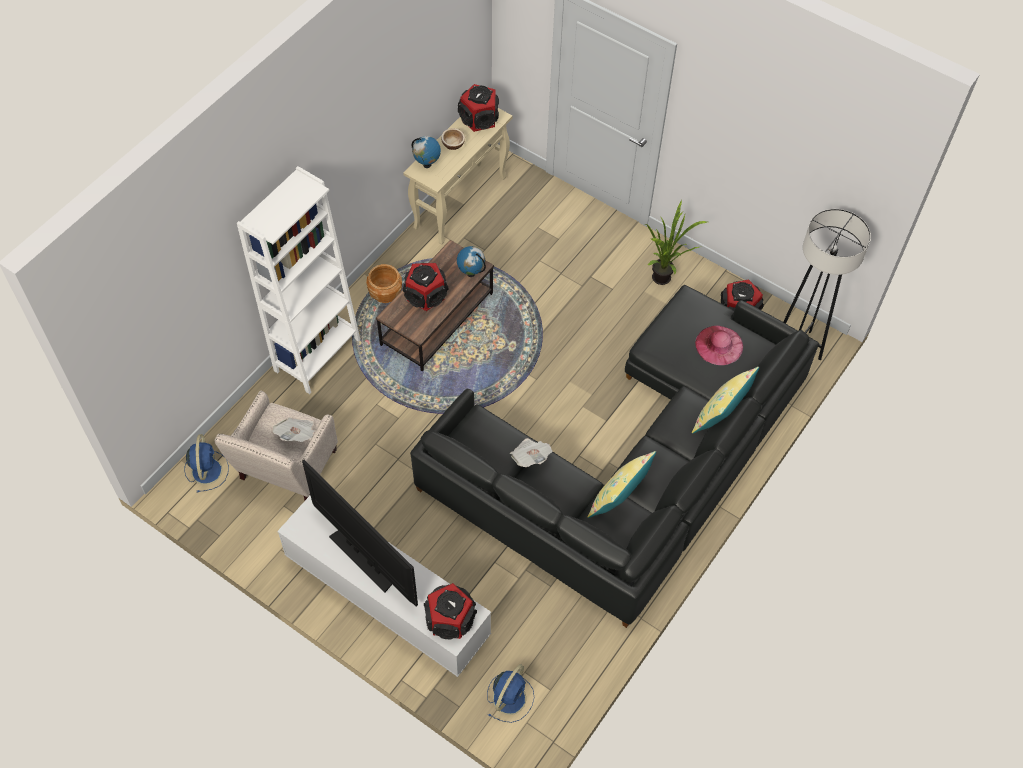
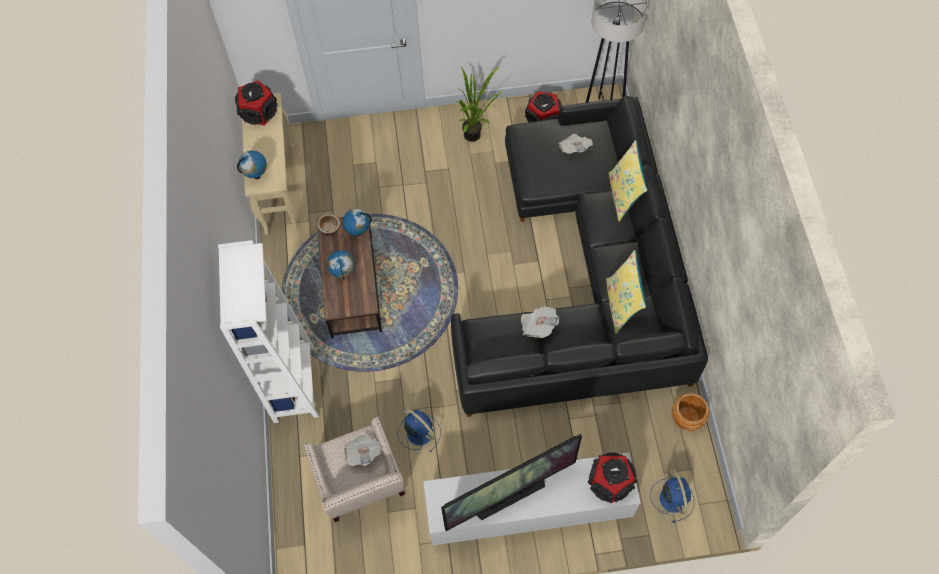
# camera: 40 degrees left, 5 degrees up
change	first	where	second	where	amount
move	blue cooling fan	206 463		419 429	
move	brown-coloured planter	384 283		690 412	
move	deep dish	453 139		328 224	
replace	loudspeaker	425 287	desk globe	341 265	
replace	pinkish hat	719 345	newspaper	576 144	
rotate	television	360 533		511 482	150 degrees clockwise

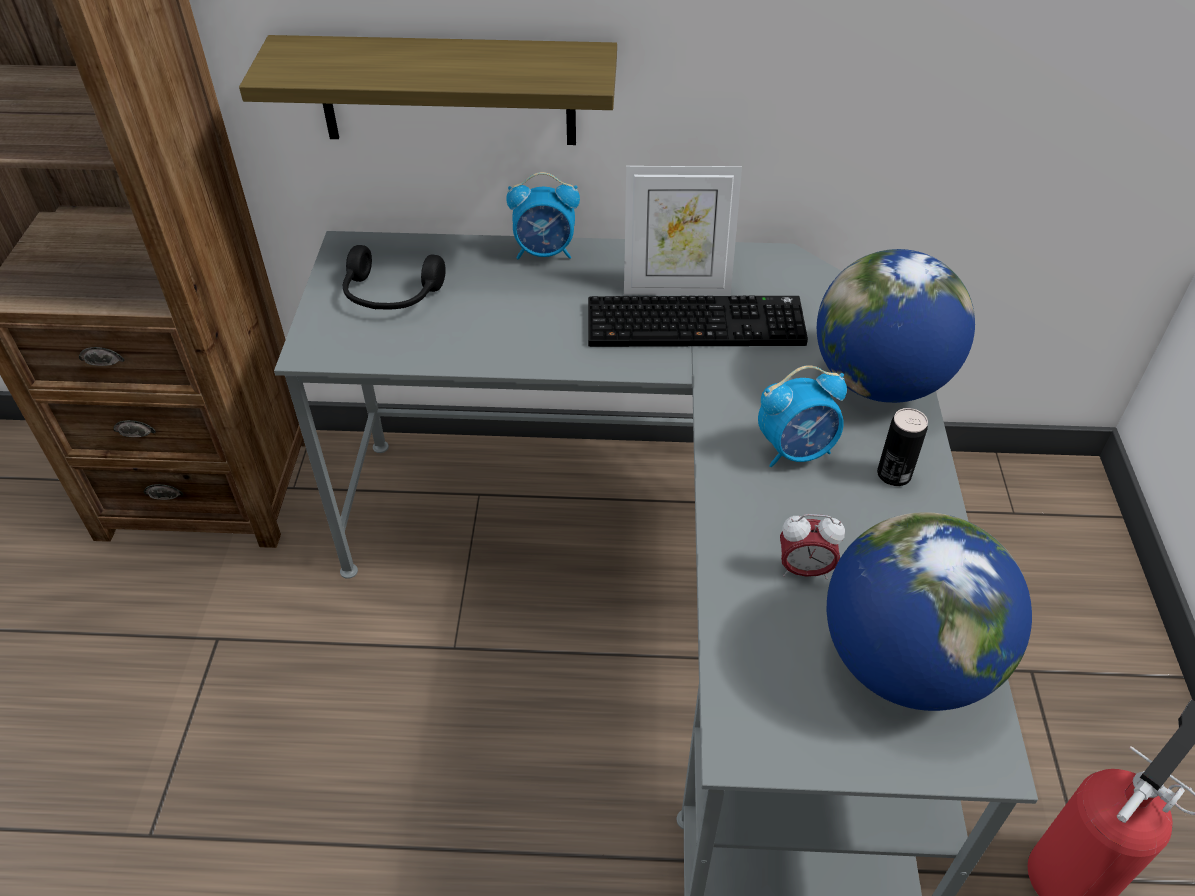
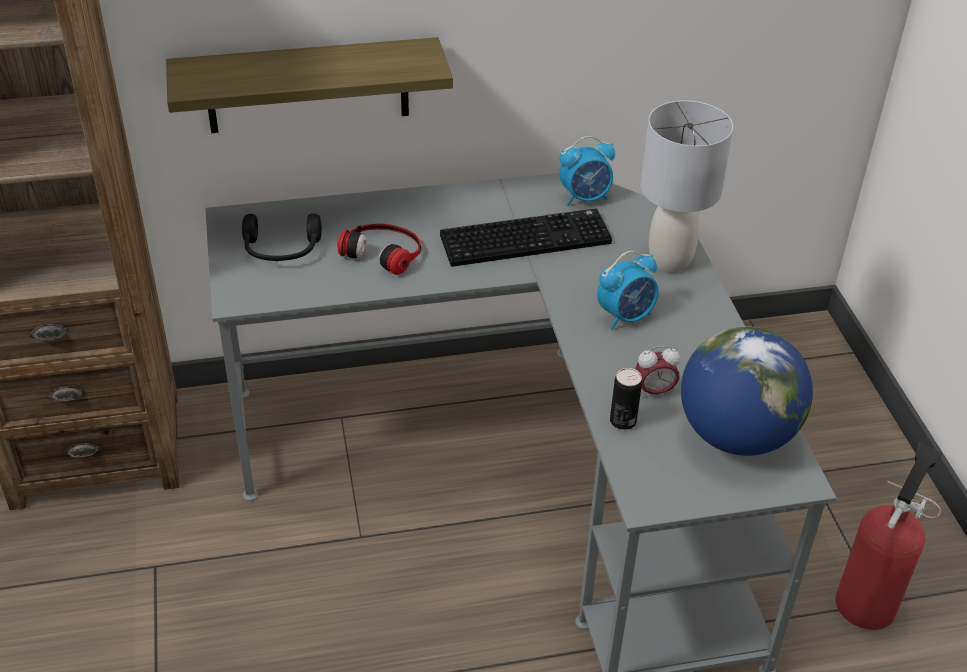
# camera: 15 degrees left, 5 degrees down
change	first	where	second	where	amount
delete	photo frame	683 231			
insert			headset	379 249	
move	bedside clock	543 215		587 171	
move	can	902 447		626 399	
replace	desk globe	896 326	greyish table lamp	686 186	

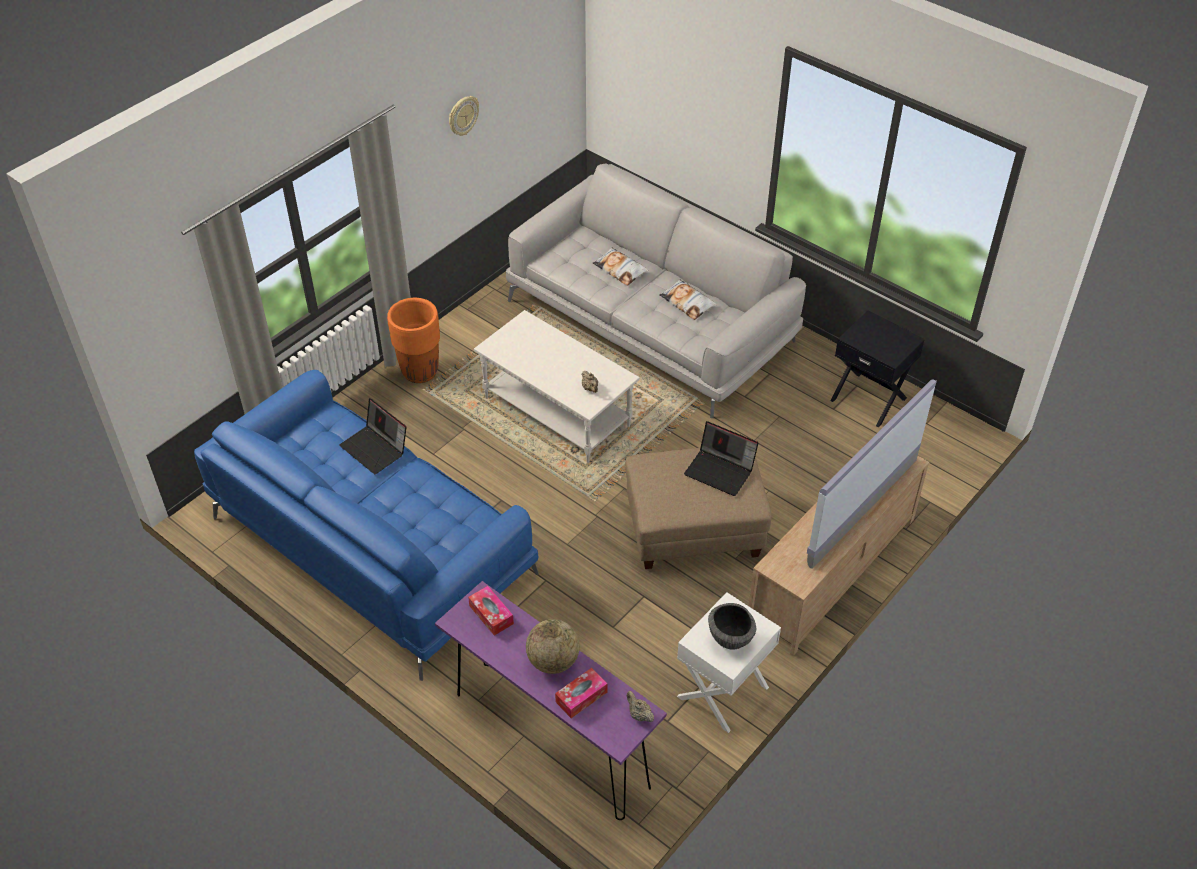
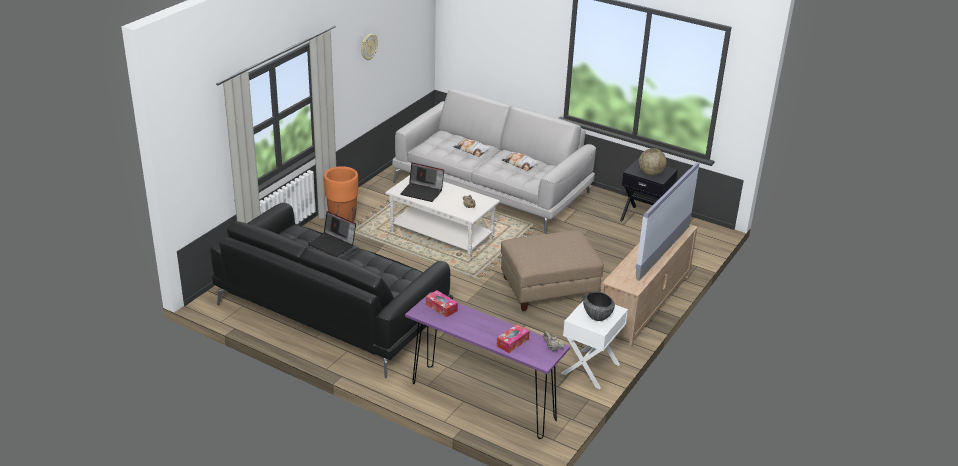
# camera: 10 degrees left, 15 degrees down
change	first	where	second	where	amount
move	desk globe	553 646		653 162	
move	portable computer	721 458		422 182	
recolor	blue settee	366 525	blackish settee	331 290	

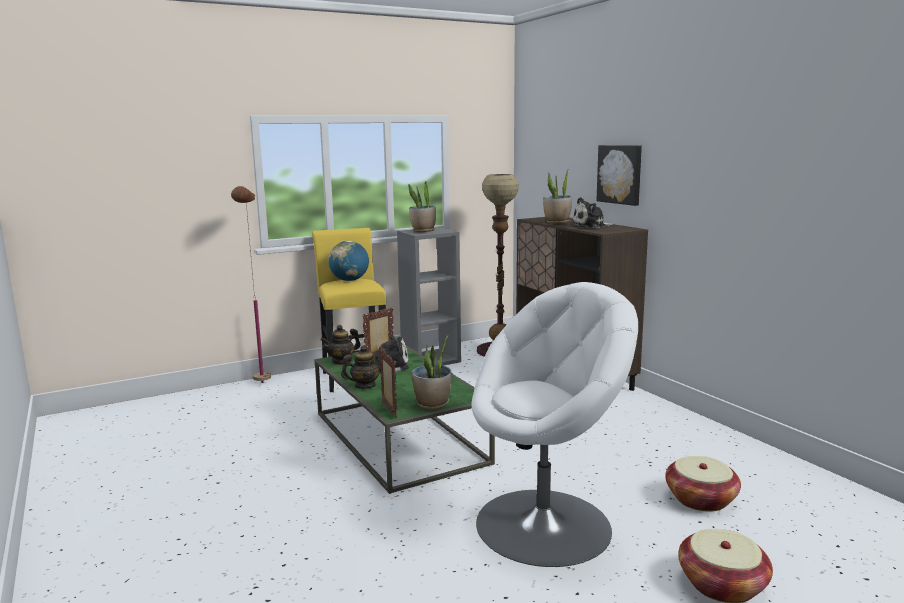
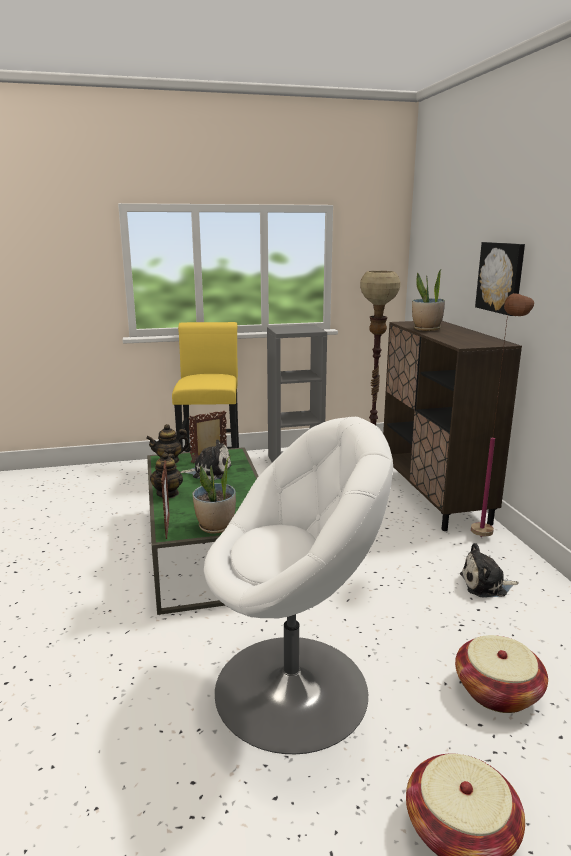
# camera: 15 degrees right, 5 degrees up
change	first	where	second	where	amount
delete	desk globe	348 261			
delete	potted plant	422 207			
move	brown-coloured floor lamp	251 284		502 415	
move	plush toy	592 212		489 570	
rotate	teapot	361 367		166 475	105 degrees clockwise

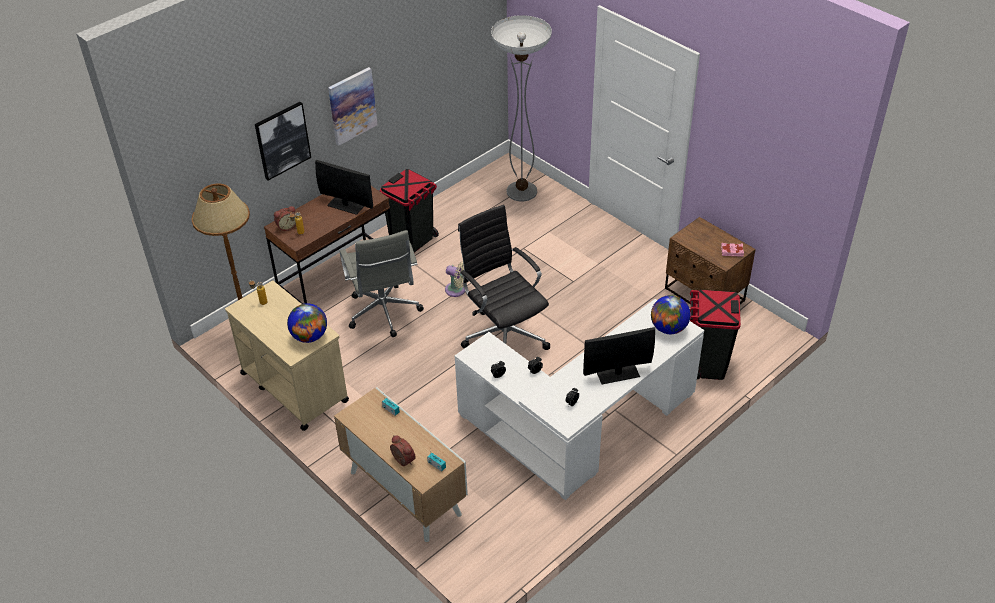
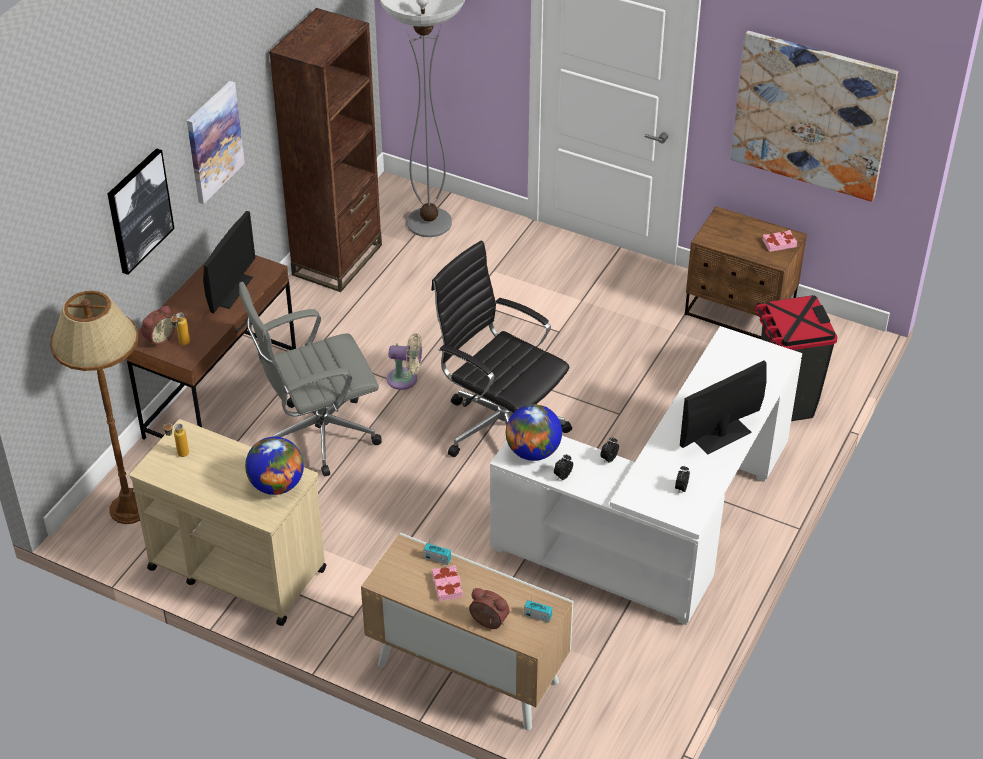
# camera: 20 degrees left, 0 degrees up
change	first	where	second	where	amount
delete	blackish waste bin	409 211			
insert			brown-coloured shelving unit	325 150	
insert			pinkish volume	447 583	
insert			wall art	814 116	
move	desk globe	671 314		534 432	
rotate	computer screen	344 187		229 262	105 degrees clockwise
rotate	greyish desk chair	382 283		310 379	105 degrees clockwise

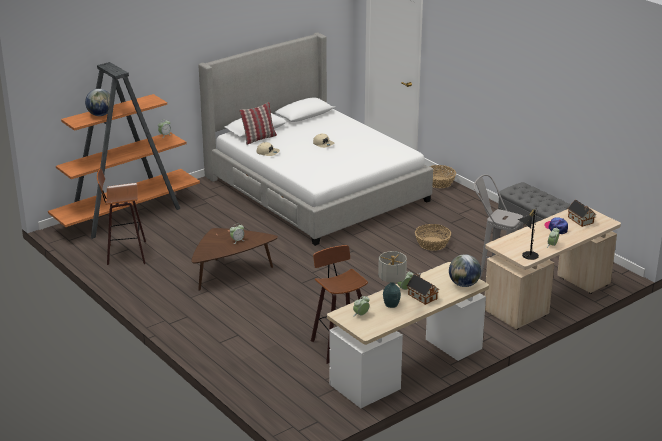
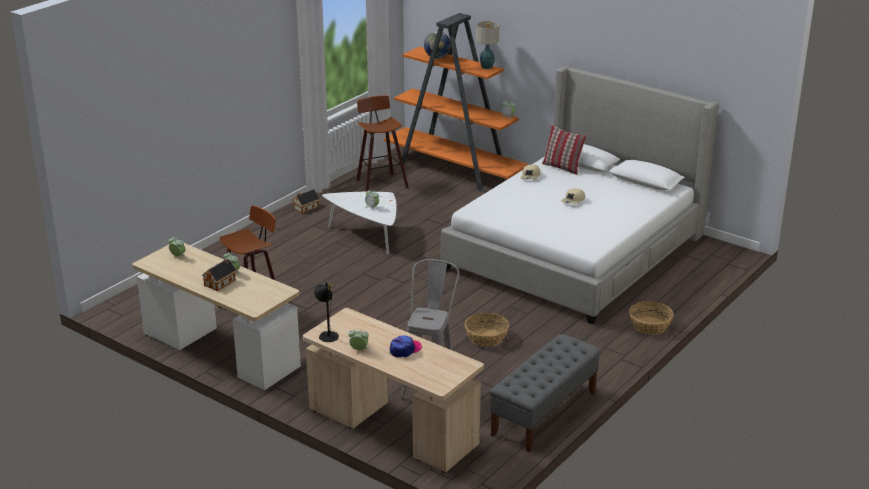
# camera: 75 degrees right, 0 degrees up
change	first	where	second	where	amount
delete	desk globe	465 270			
move	table lamp	392 279		487 45	
move	toy house	582 213		305 201	
recolor	brown-coloured low table	234 259	whitish low table	359 223	

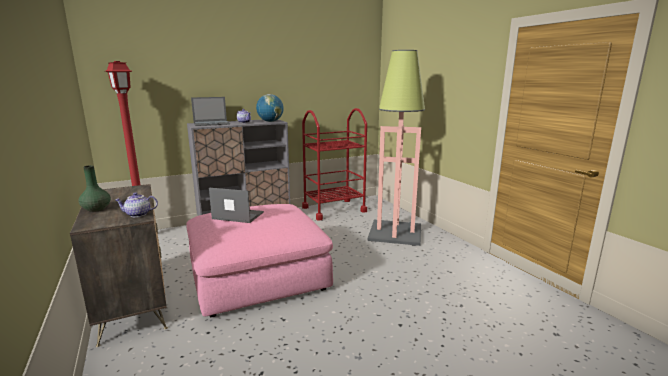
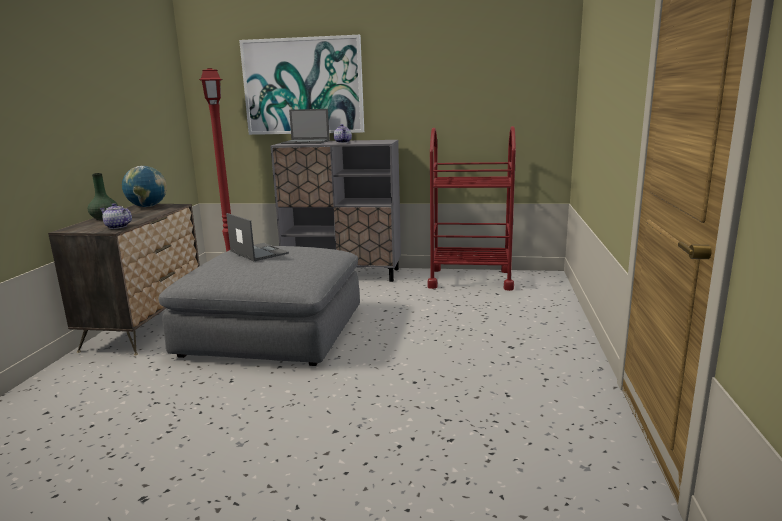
# camera: 35 degrees right, 0 degrees up
change	first	where	second	where	amount
delete	floor lamp	396 148			
insert			wall art	301 85	
move	desk globe	270 108		144 186	
recolor	pinkish pouffe	259 261	greyish pouffe	259 306	

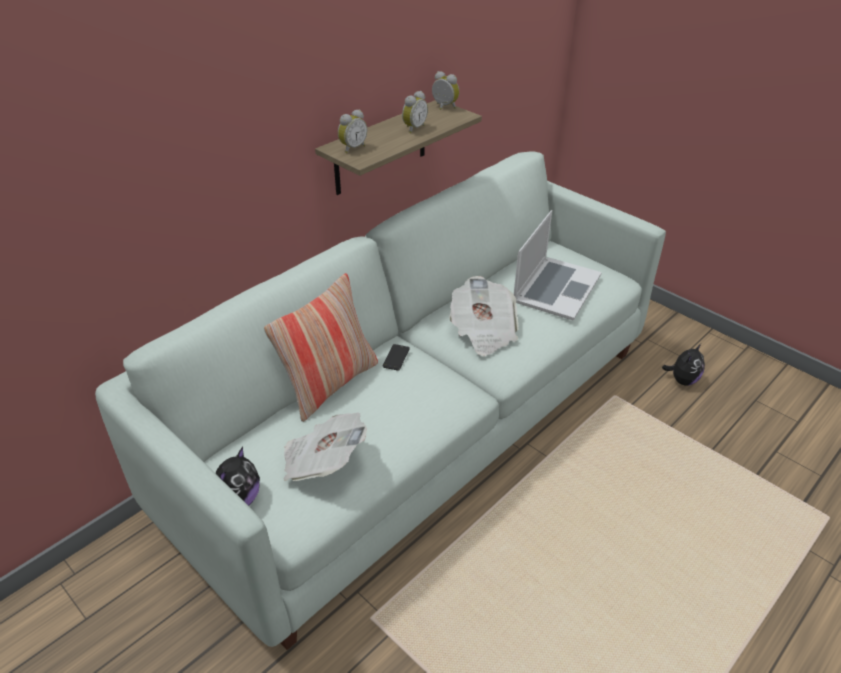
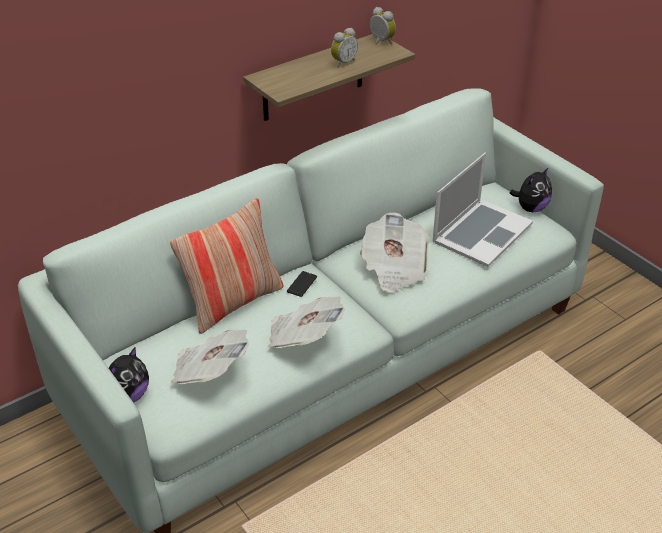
# camera: 10 degrees right, 0 degrees up
change	first	where	second	where	amount
delete	bedside clock	352 131			
insert			newspaper	306 322	
move	plush toy	683 365		531 190	

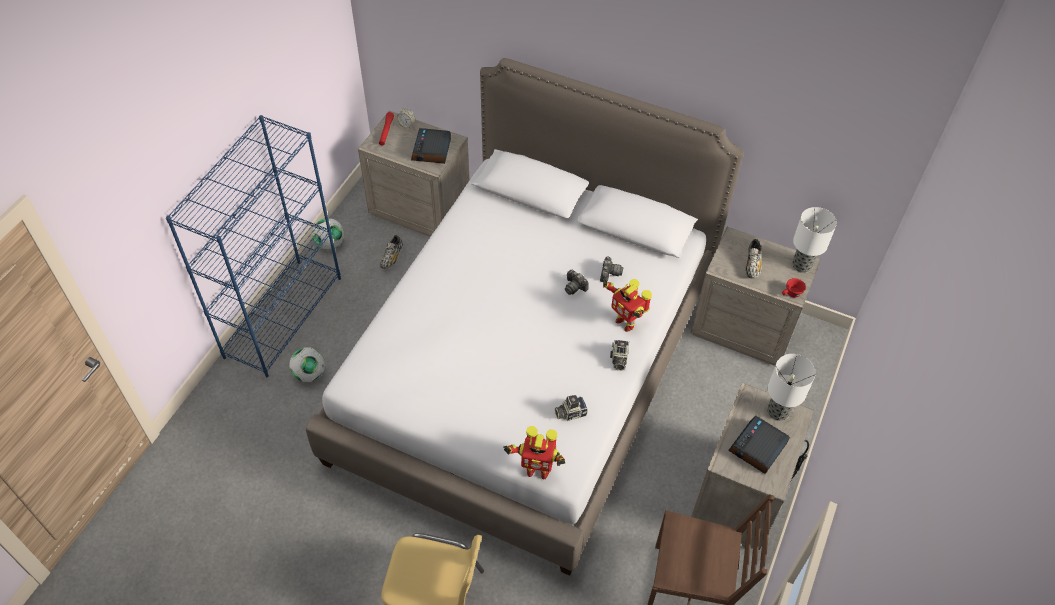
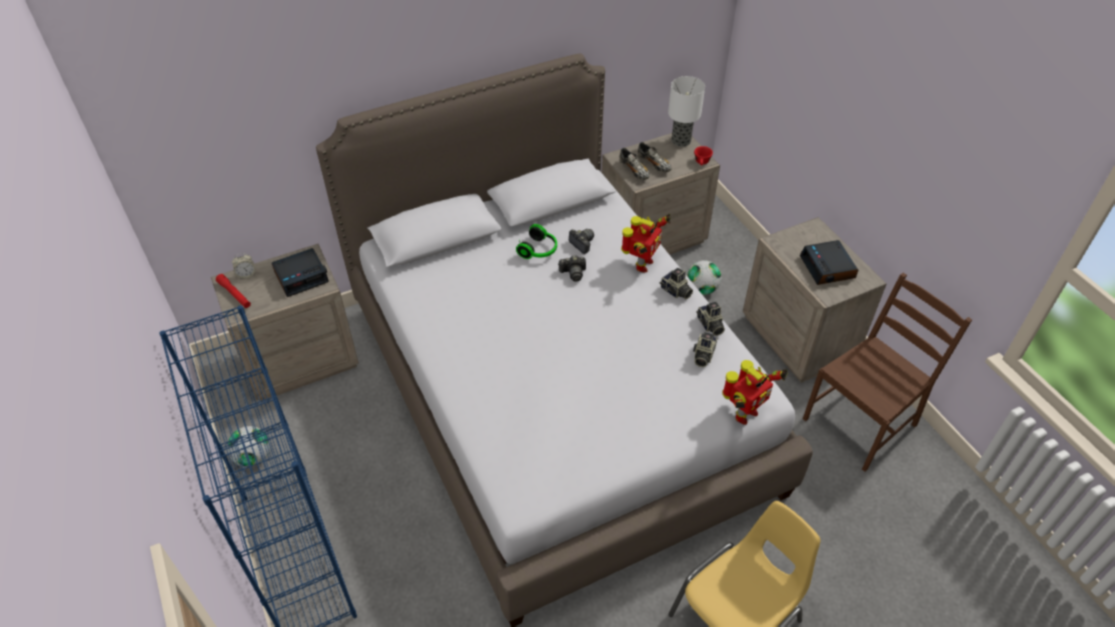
# camera: 50 degrees left, 5 degrees down
change	first	where	second	where	amount
delete	table lamp	791 387			
insert			headset	536 241	
insert			photo camera	710 319	
move	football ball	307 364		704 277	
move	item of footwear	391 252		635 164	
rotate	bedside clock	431 146		300 272	75 degrees counterclockwise
rotate	model robot	627 305		645 243	60 degrees counterclockwise

